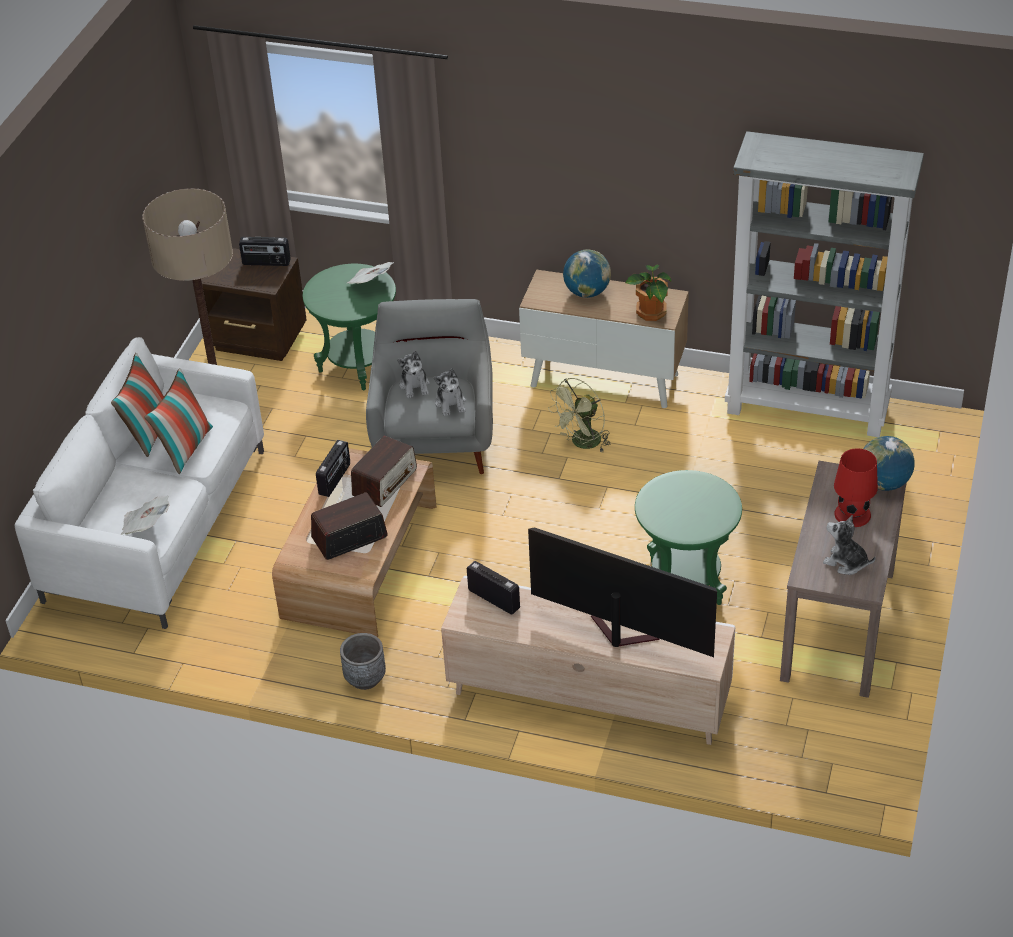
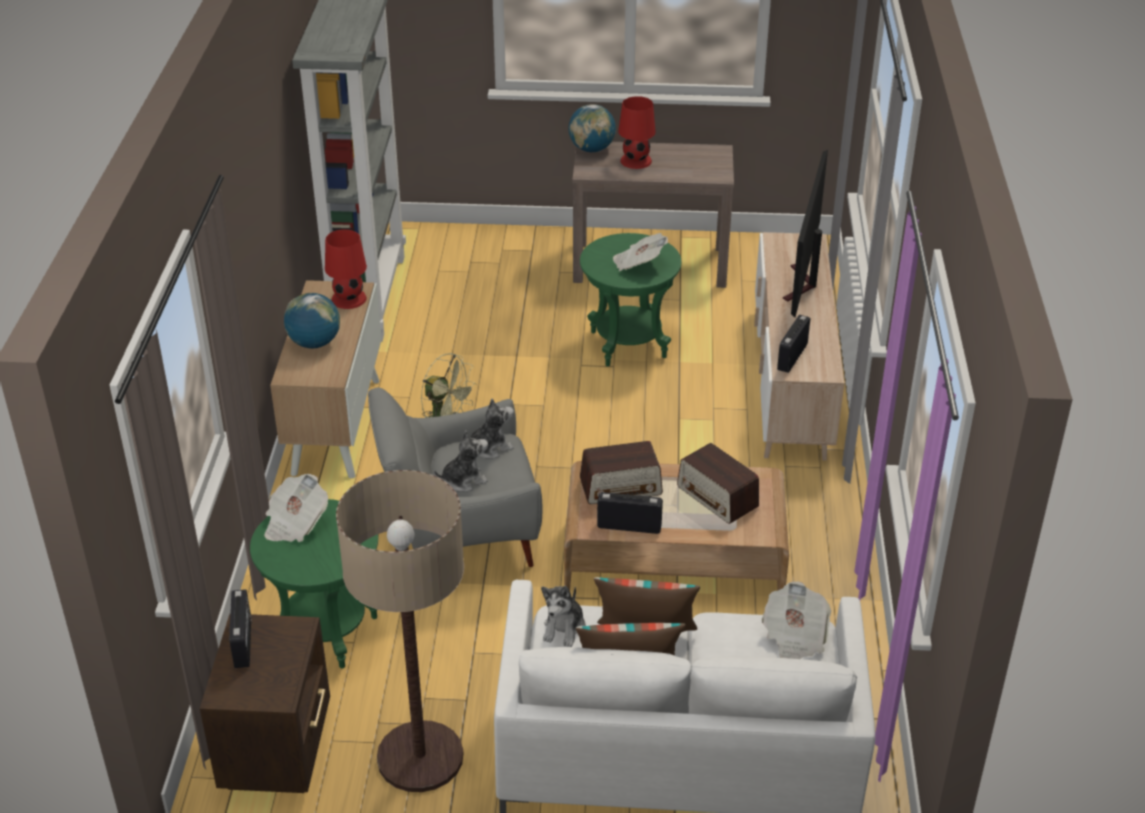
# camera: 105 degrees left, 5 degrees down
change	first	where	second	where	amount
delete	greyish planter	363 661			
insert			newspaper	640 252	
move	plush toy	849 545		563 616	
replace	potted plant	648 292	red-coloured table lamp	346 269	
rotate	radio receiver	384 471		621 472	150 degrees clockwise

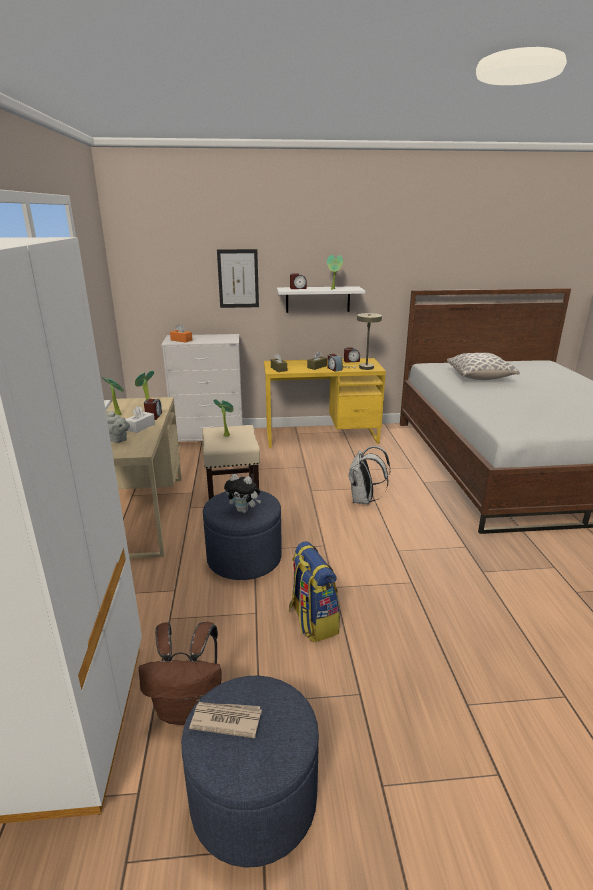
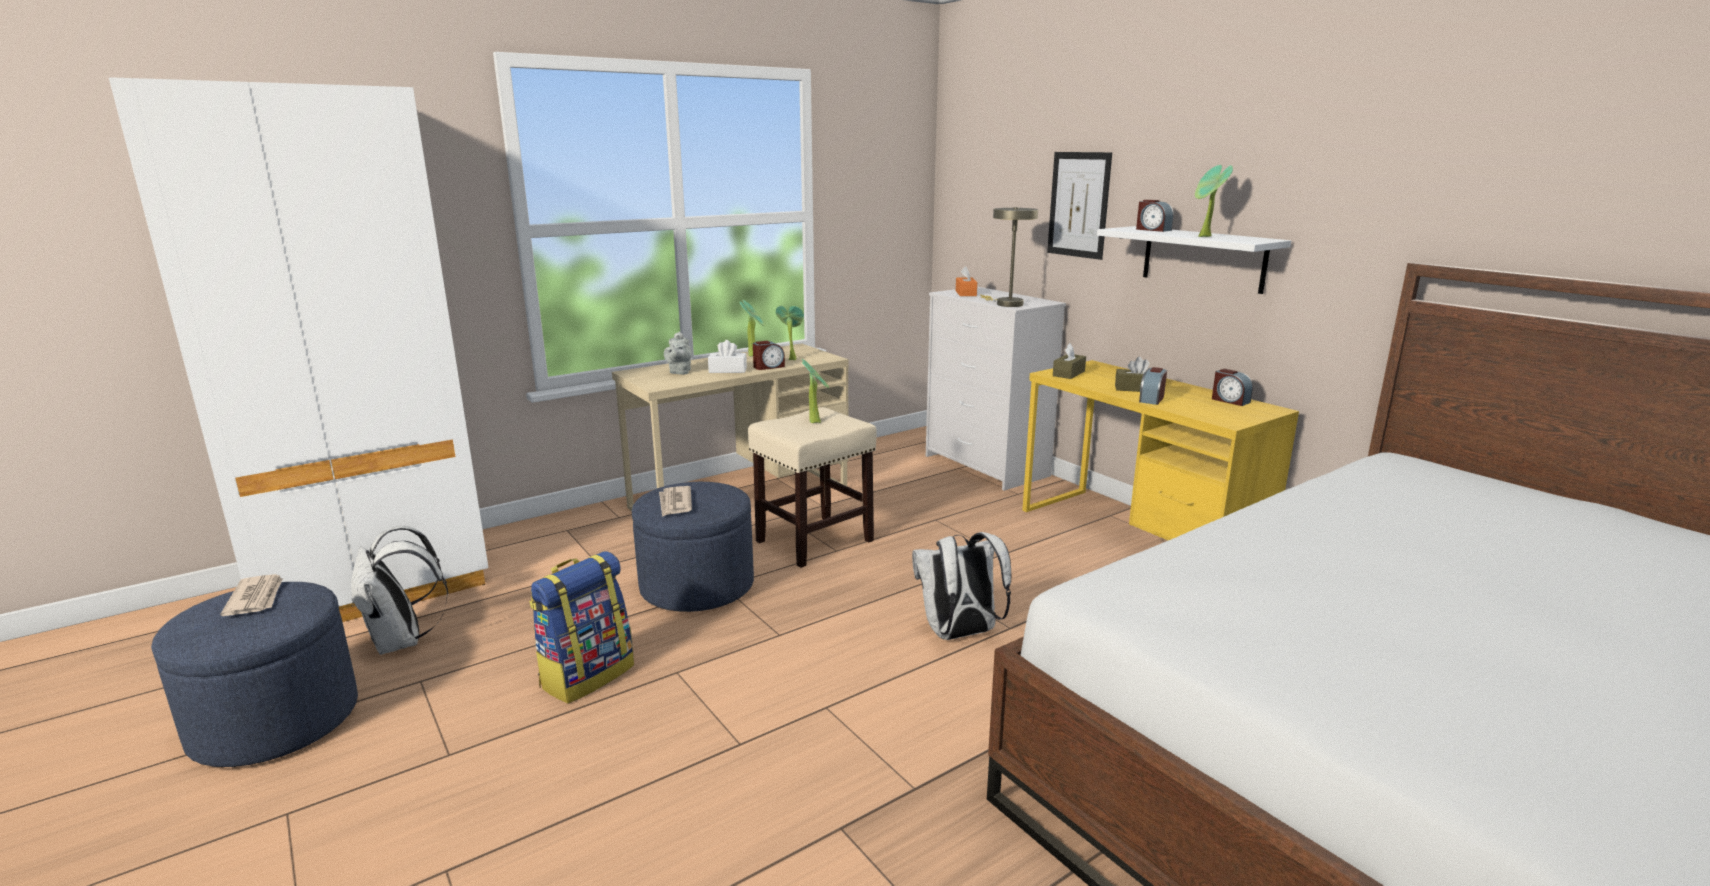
# camera: 60 degrees right, 5 degrees down
change	first	where	second	where	amount
delete	cushion	483 366			
move	beige-coloured table lamp	362 341		1009 257	
replace	plush toy	242 493	newspaper	675 501	
recolor	brown-coloured knapsack	179 673	whitish knapsack	399 590	

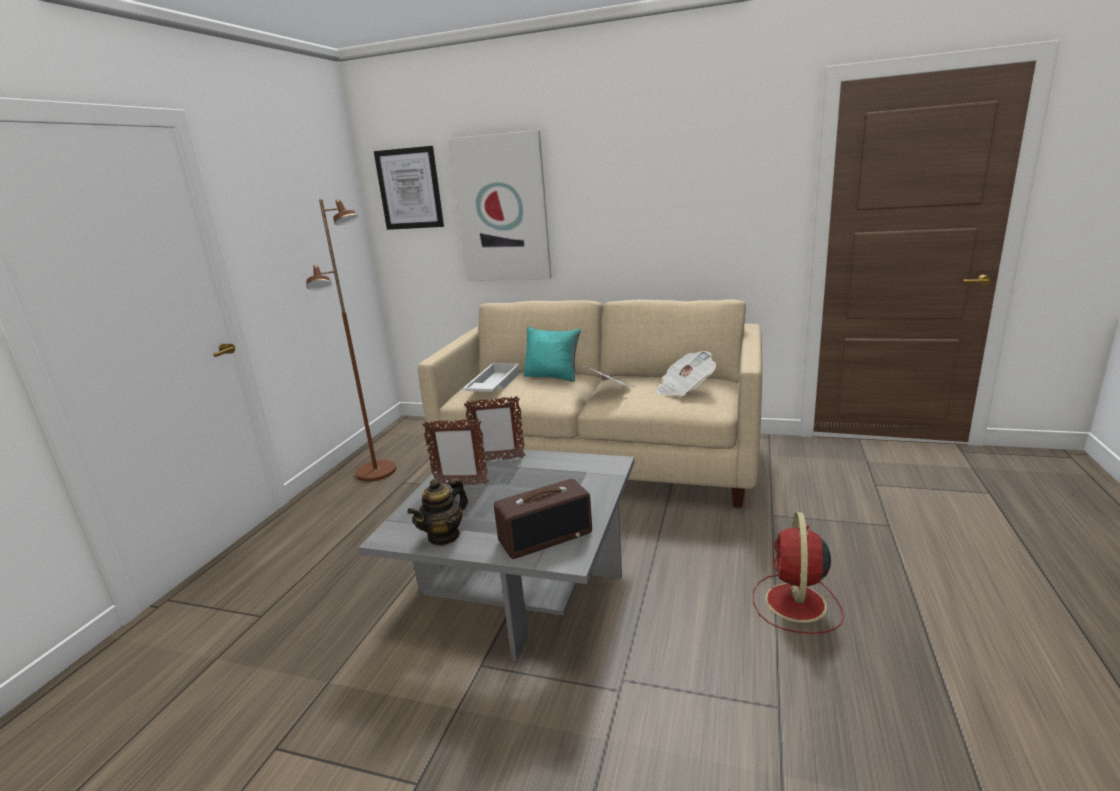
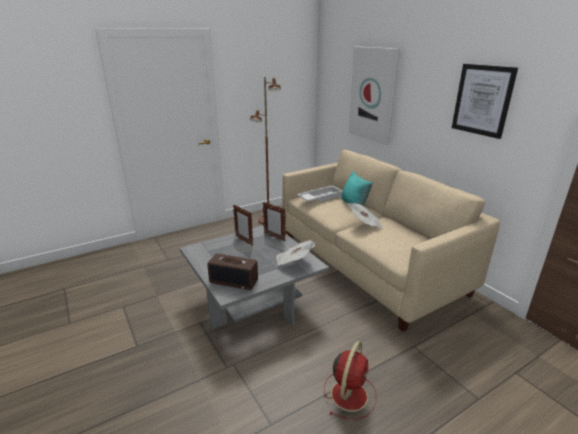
# camera: 40 degrees right, 5 degrees up
change	first	where	second	where	amount
delete	teapot	437 512			
move	wall art	409 188		485 101	
move	newspaper	685 374		295 253	
rotate	red-coloured cooling fan	798 573		350 380	150 degrees clockwise

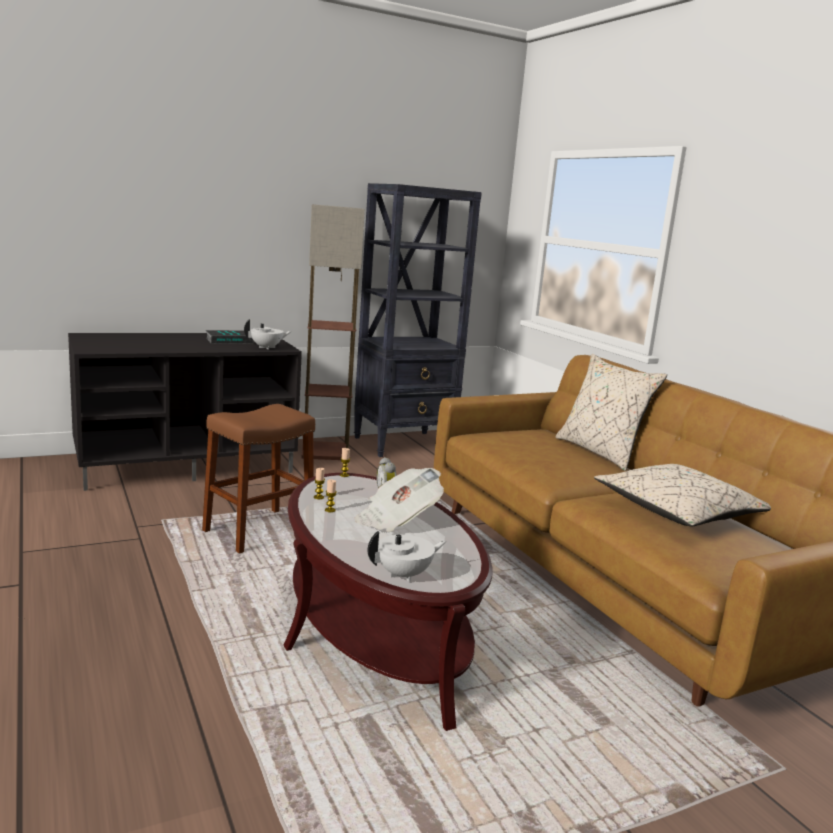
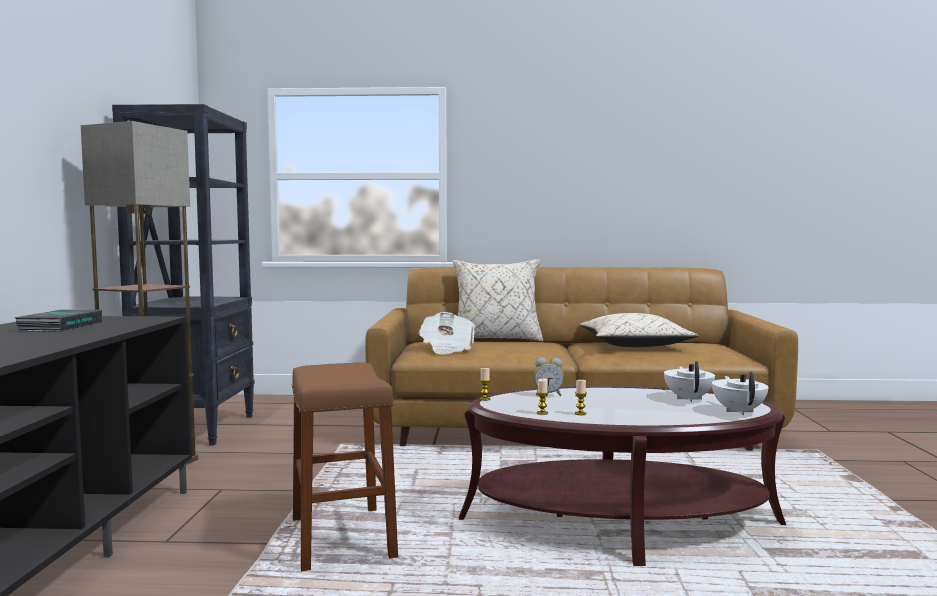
# camera: 60 degrees left, 10 degrees down
change	first	where	second	where	amount
move	whitish teapot	268 334		689 381	
move	newspaper	399 500		447 333	

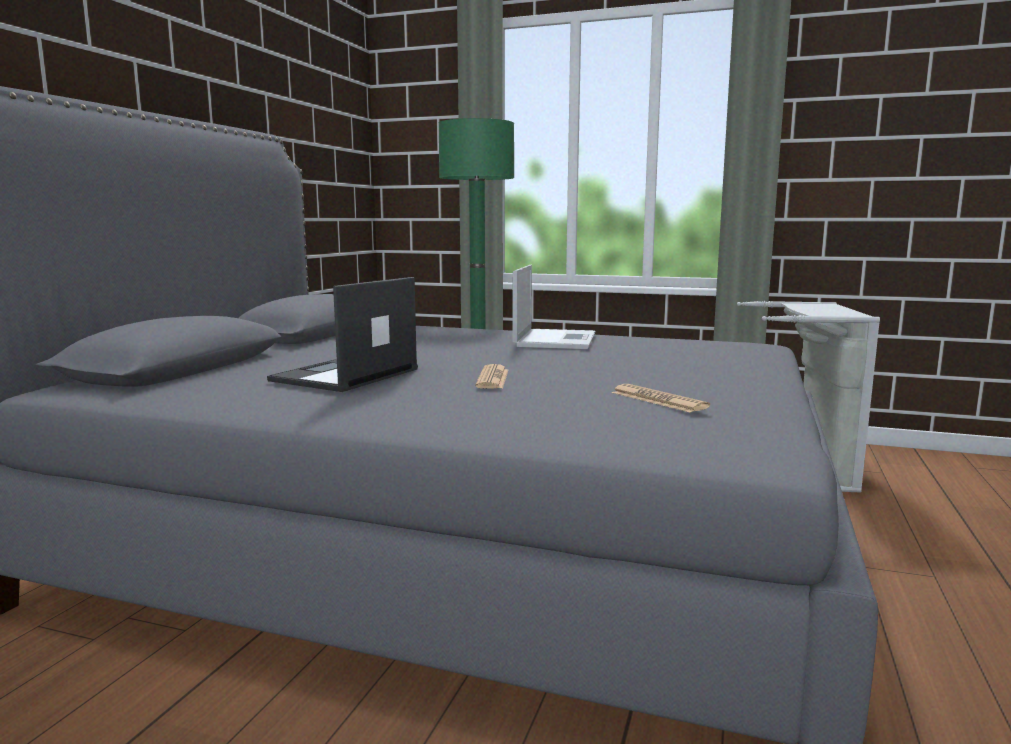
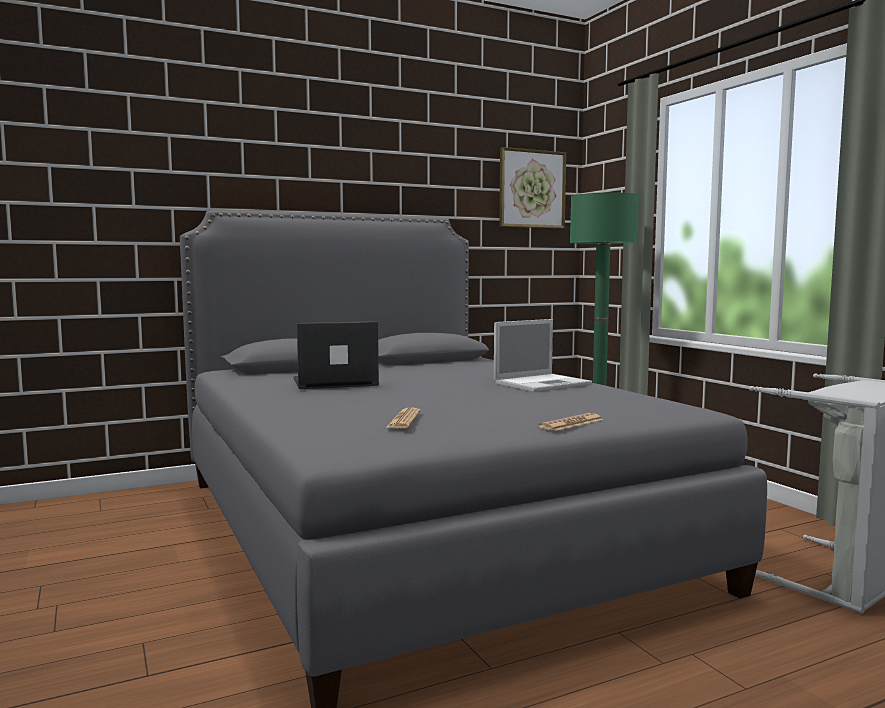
# camera: 45 degrees right, 5 degrees down
change	first	where	second	where	amount
insert			wall art	532 187	
move	newspaper	491 376		570 422	

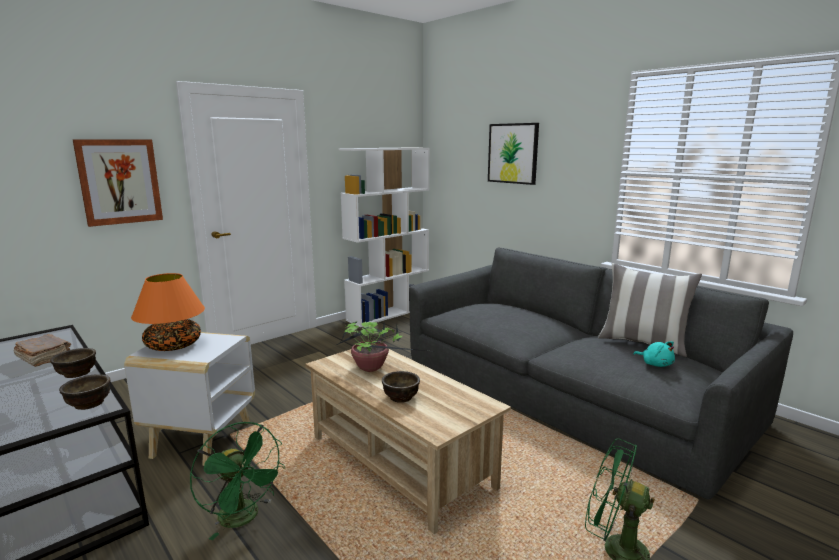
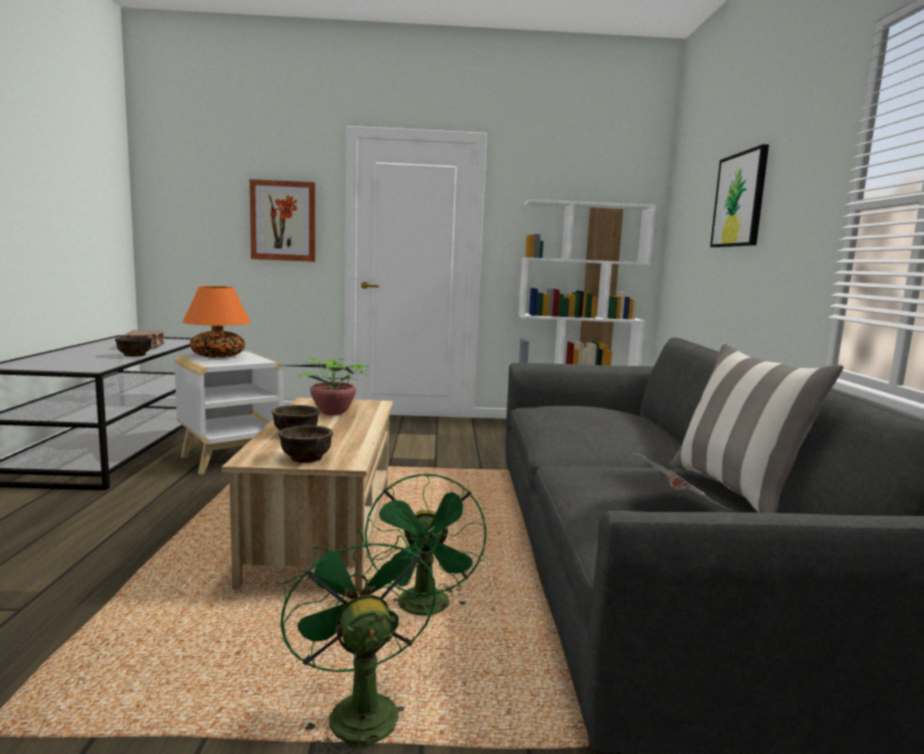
# camera: 40 degrees right, 5 degrees down
change	first	where	second	where	amount
move	brown-coloured deep dish	84 392		306 444	
move	green-coloured cooling fan	237 481		425 544	
replace	turquoise-coloured plush toy	654 354	newspaper	681 481	

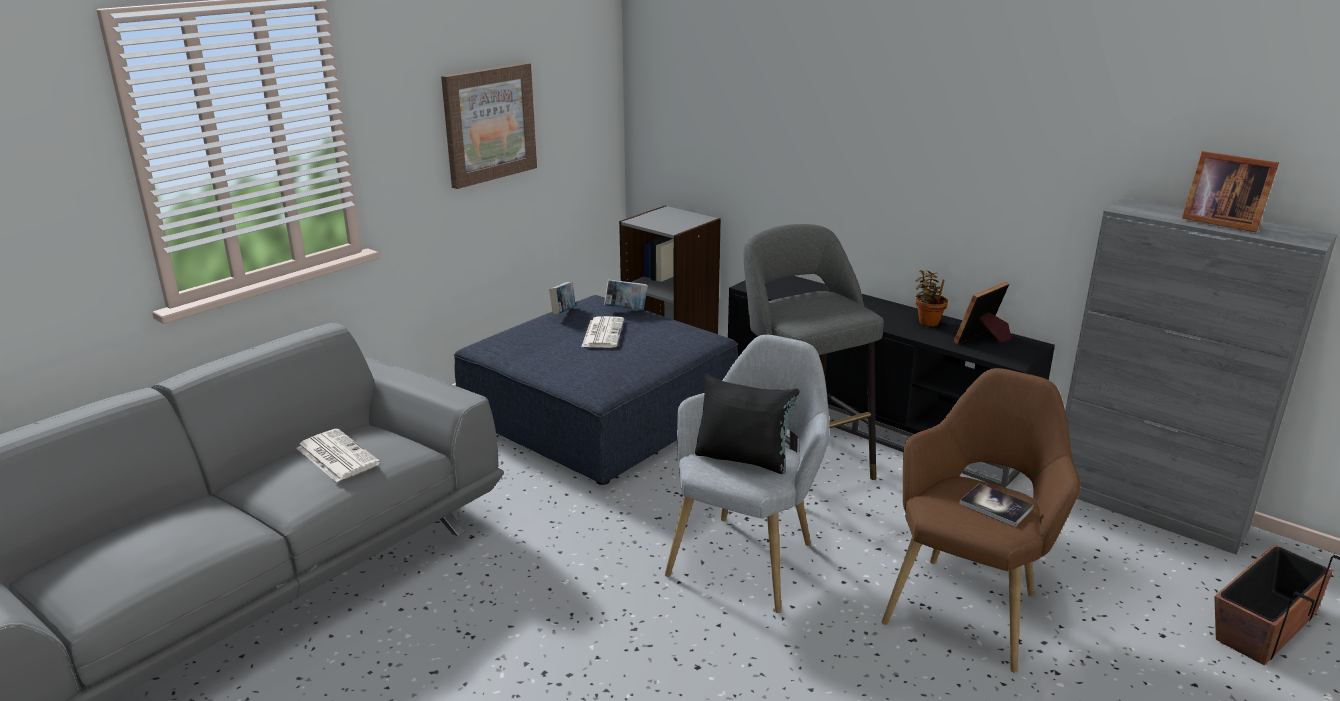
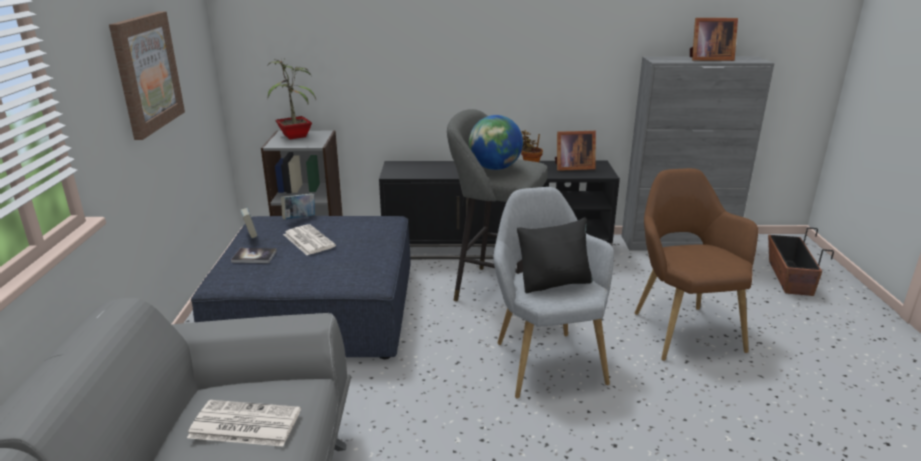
# camera: 40 degrees left, 0 degrees up
change	first	where	second	where	amount
insert			potted plant	292 99	
insert			desk globe	496 142	
move	volume	996 505		254 255	
rotate	photo frame	982 313		575 151	105 degrees counterclockwise

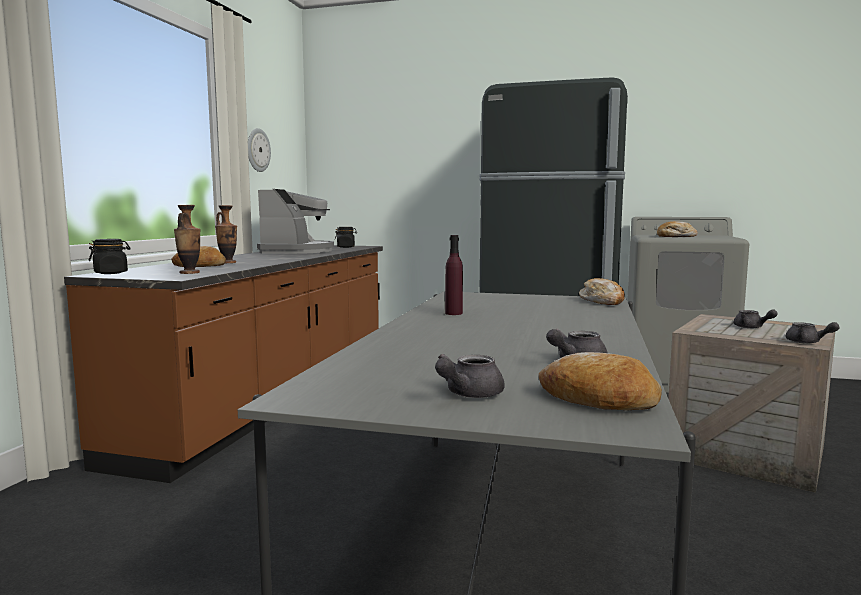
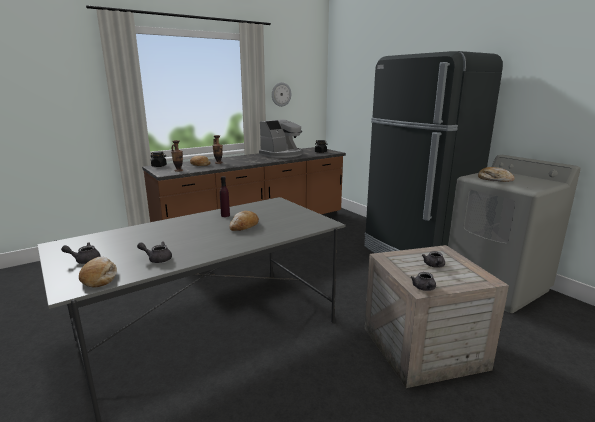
# camera: 40 degrees right, 10 degrees up
change	first	where	second	where	amount
move	bread	602 291		244 221	

